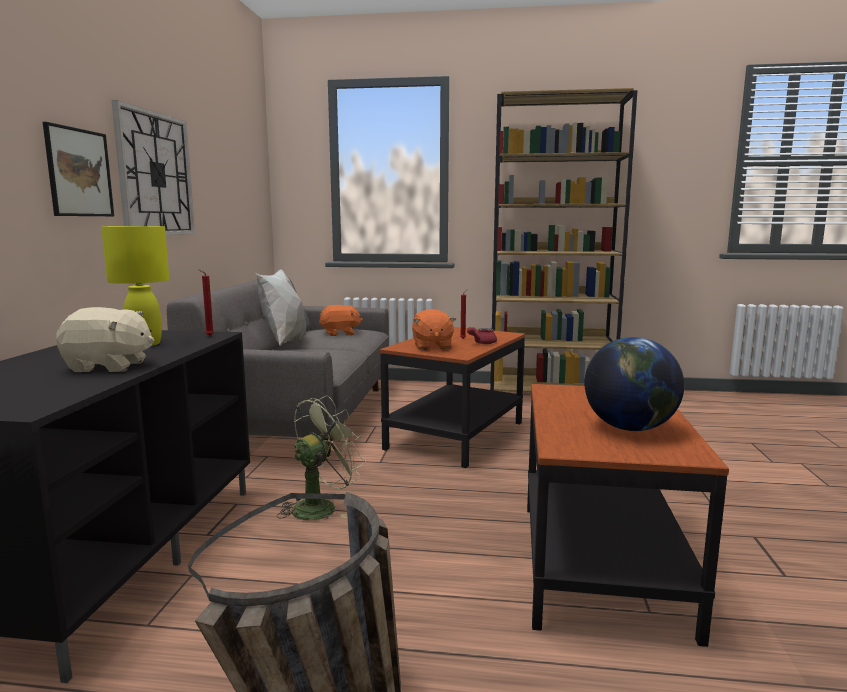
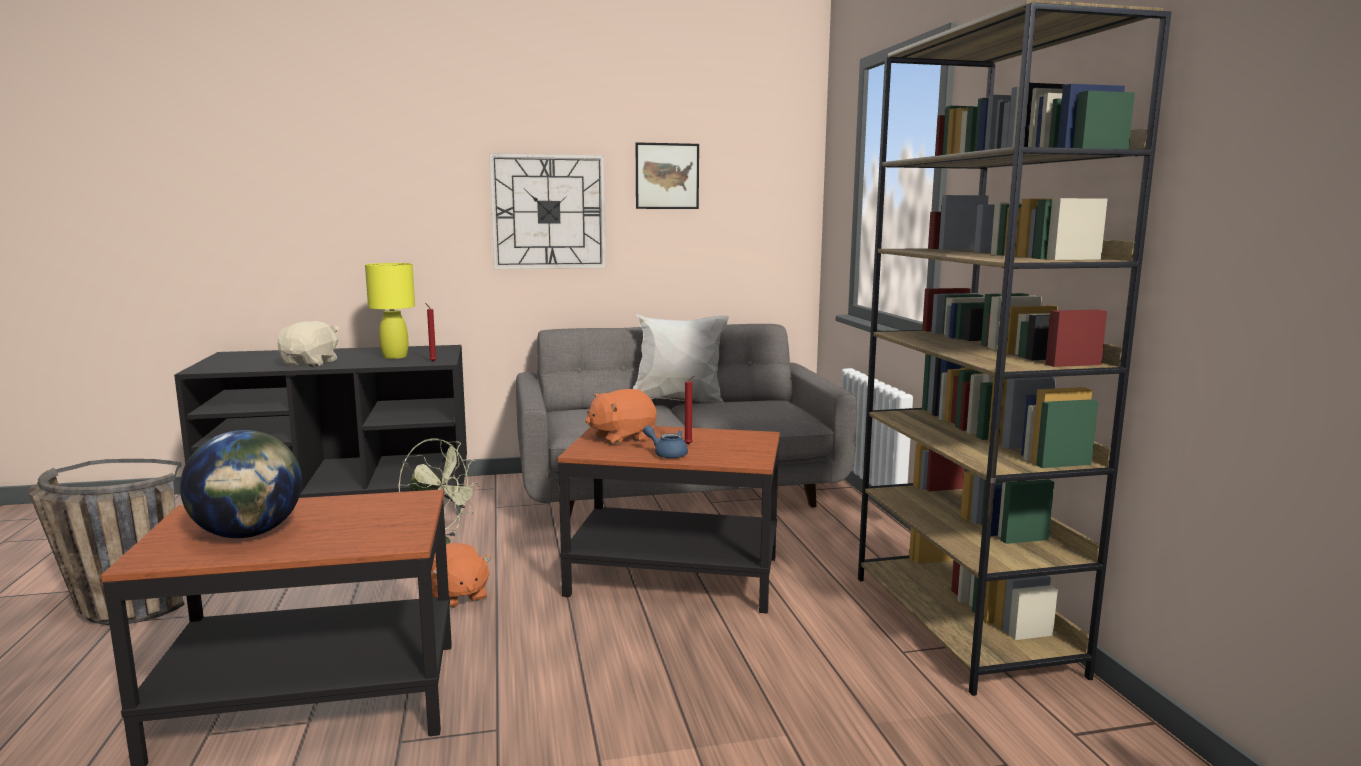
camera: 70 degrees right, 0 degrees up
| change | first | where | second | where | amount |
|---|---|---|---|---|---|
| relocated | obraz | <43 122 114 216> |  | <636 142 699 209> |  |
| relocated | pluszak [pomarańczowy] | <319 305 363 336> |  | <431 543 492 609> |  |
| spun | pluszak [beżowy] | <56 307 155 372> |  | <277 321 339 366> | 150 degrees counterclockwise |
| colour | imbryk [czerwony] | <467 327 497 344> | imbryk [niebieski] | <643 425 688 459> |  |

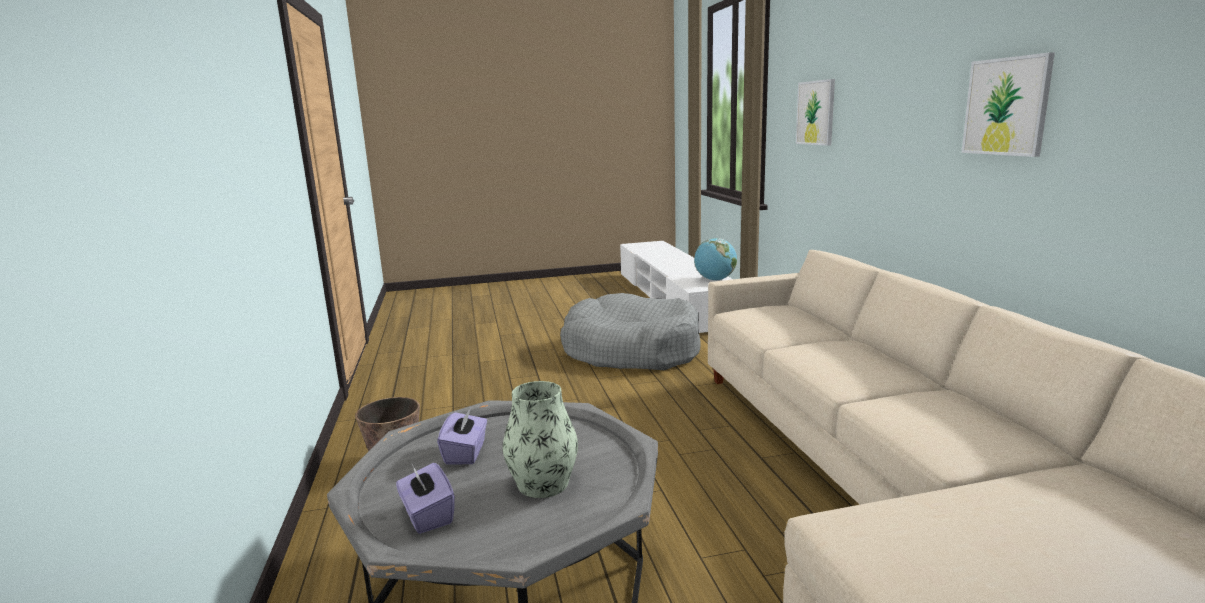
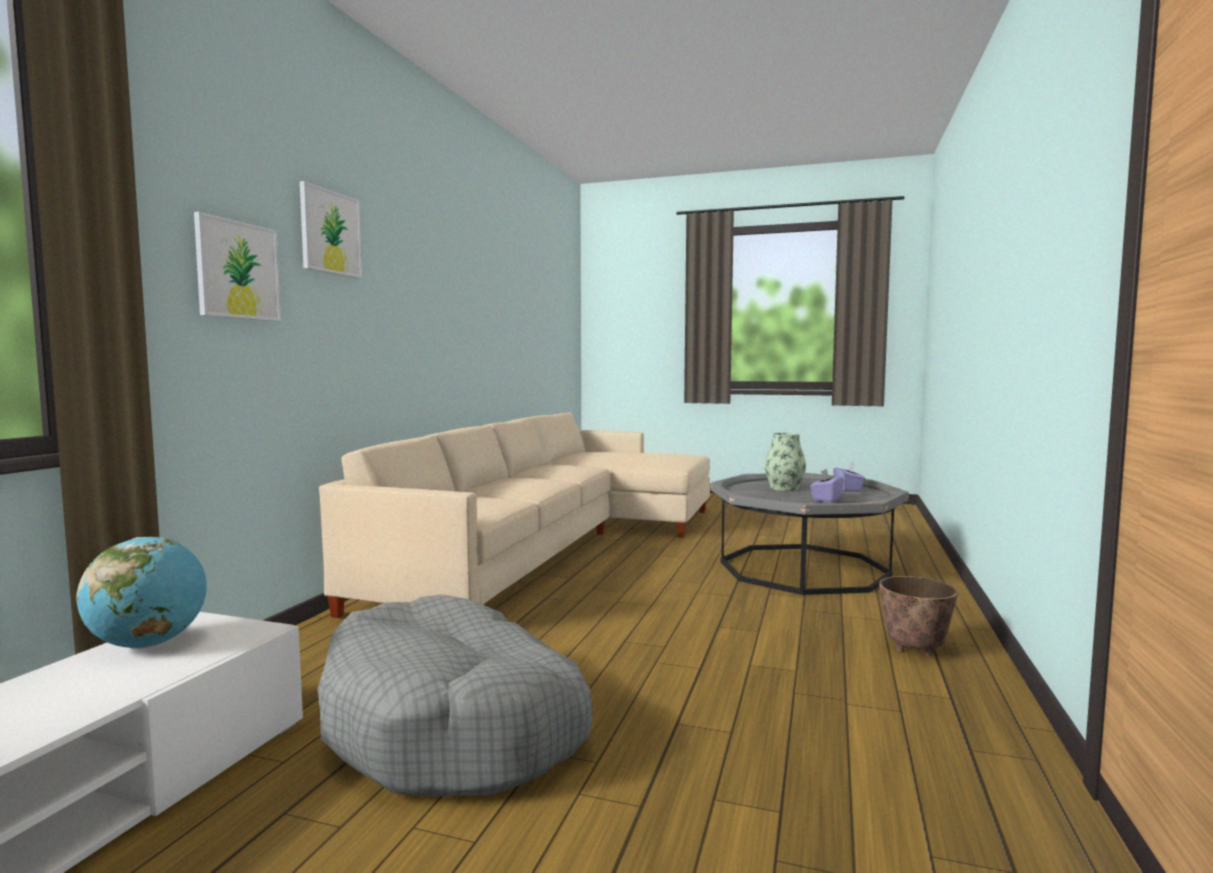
camera: 150 degrees left, 10 degrees down
| change | first | where | second | where | amount |
|---|---|---|---|---|---|
| relocated | obraz | <962 52 1055 157> |  | <300 181 362 278> |  |

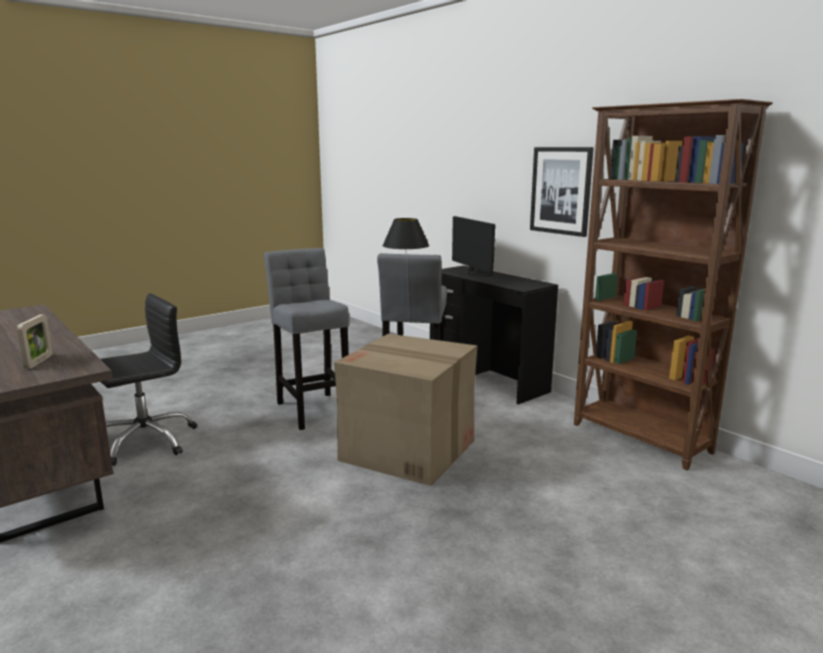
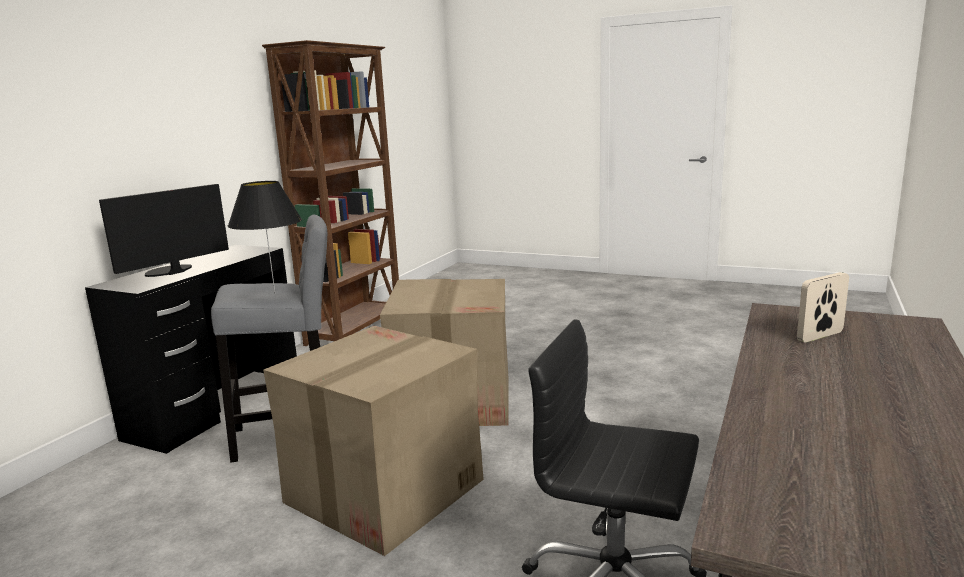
camera: 115 degrees left, 0 degrees up
| change | first | where | second | where | amount |
|---|---|---|---|---|---|
| missing | obraz | <530 147 594 237> |  |  |  |
| exchanged | stołek [szary] | <264 248 349 430> | karton | <263 326 484 556> |  |

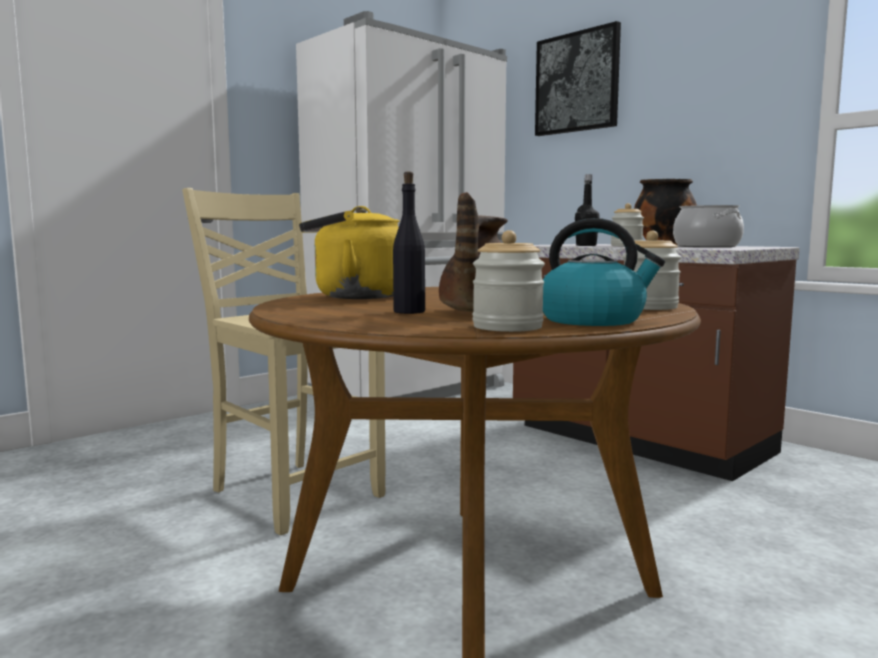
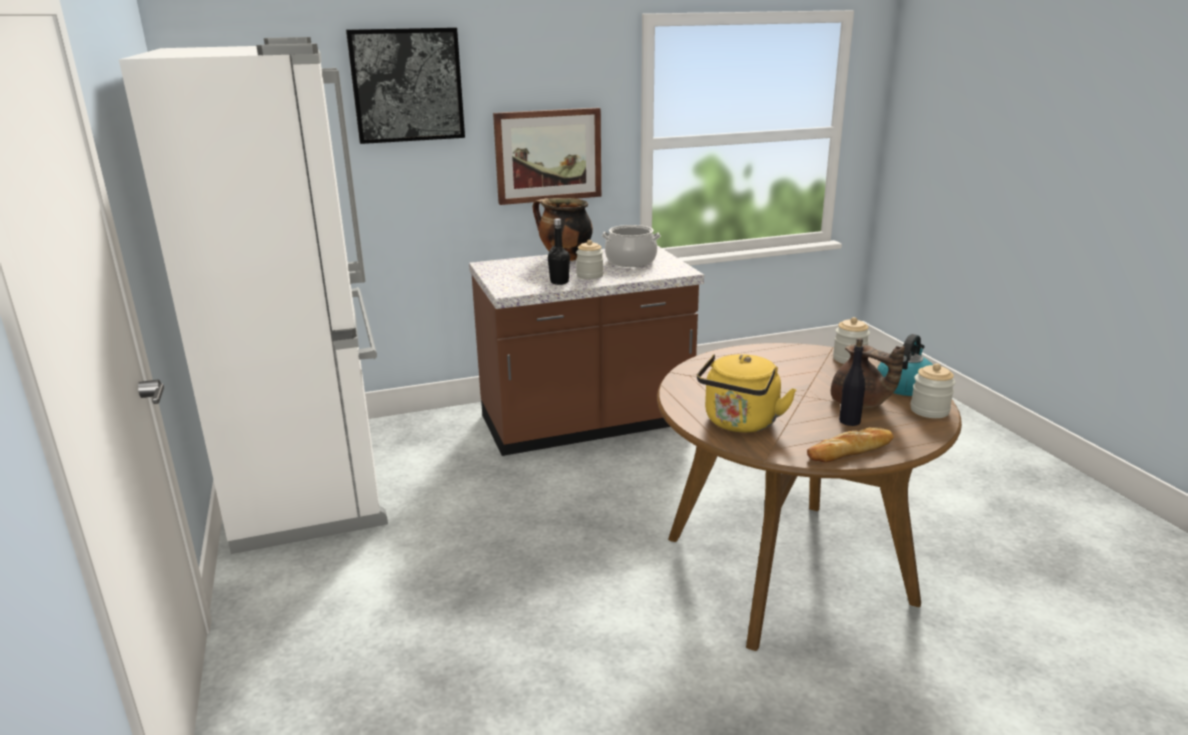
camera: 65 degrees left, 15 degrees up
| change | first | where | second | where | amount |
|---|---|---|---|---|---|
| missing | krzesło [beżowy] | <182 188 386 535> |  |  |  |
| appeared |  |  | obraz | <493 108 601 205> |  |
| appeared |  |  | chleb | <807 428 894 462> |  |

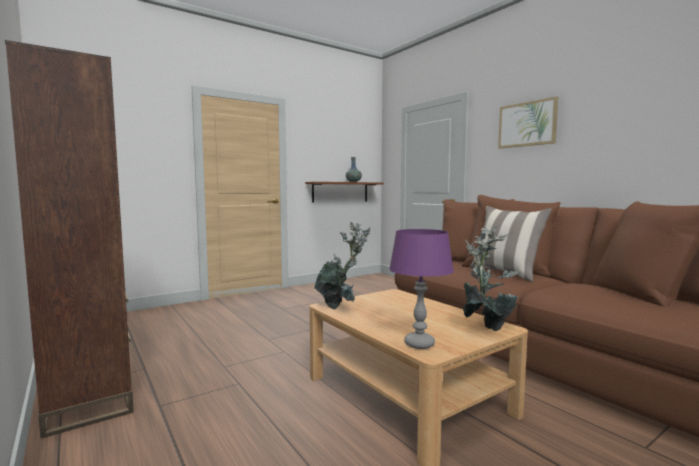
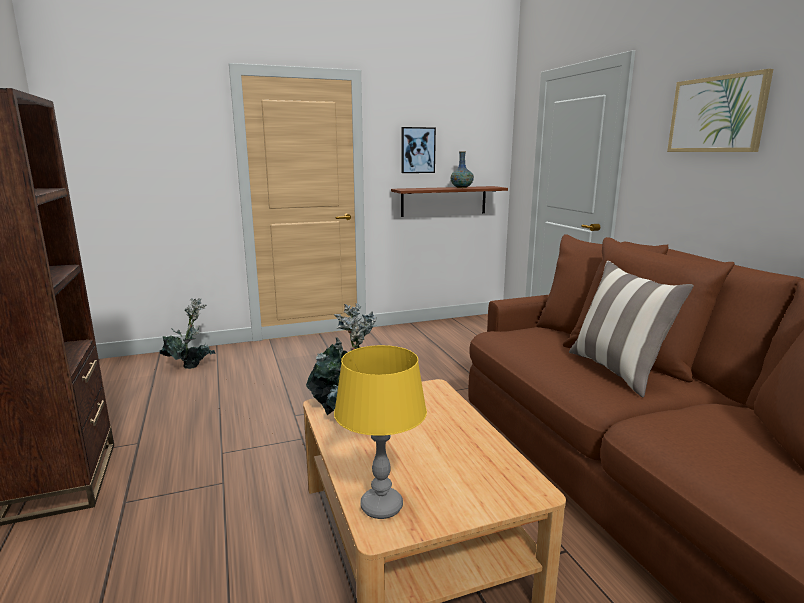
camera: 15 degrees right, 10 degrees up
| change | first | where | second | where | amount |
|---|---|---|---|---|---|
| relocated | roślina doniczkowa | <463 226 518 331> |  | <160 298 216 369> |  |
| colour | lampa stołowa [fioletowy] | <389 229 454 349> | lampa stołowa [żółty] | <334 345 427 519> |  |
| appeared |  |  | obraz | <402 127 436 173> |  |

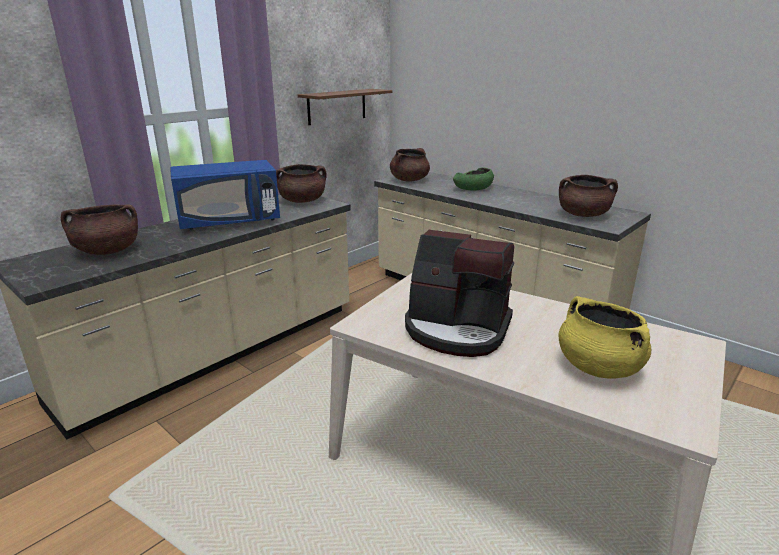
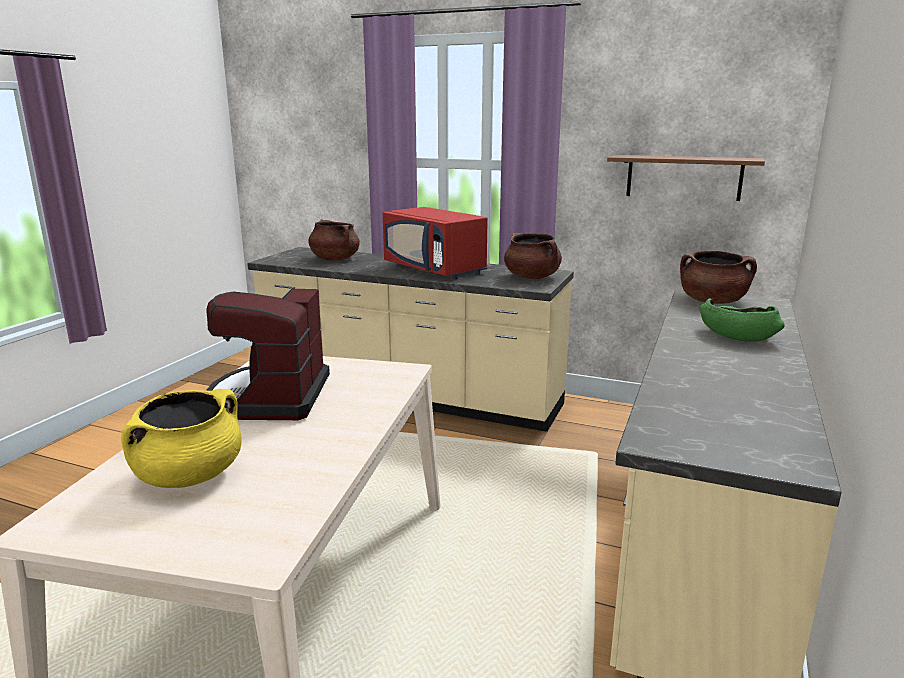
camera: 70 degrees right, 5 degrees down
| change | first | where | second | where | amount |
|---|---|---|---|---|---|
| colour | mikrofalówka [niebieski] | <170 160 280 230> | mikrofalówka [czerwony] | <383 207 488 279> |  |
| missing | garnek [brązowy] | <559 175 618 217> |  |  |  |

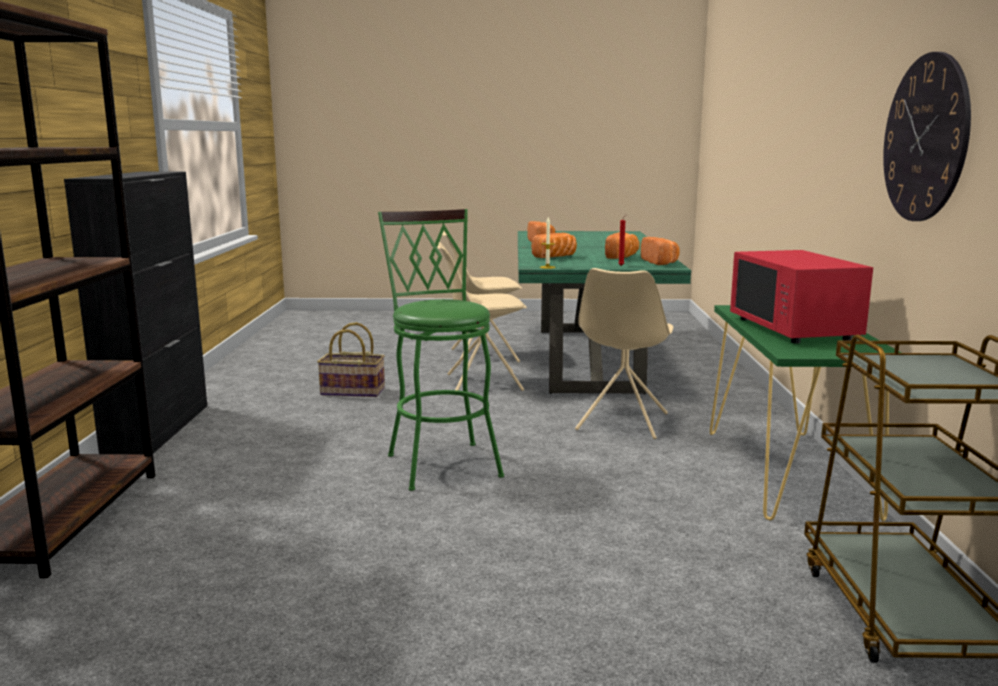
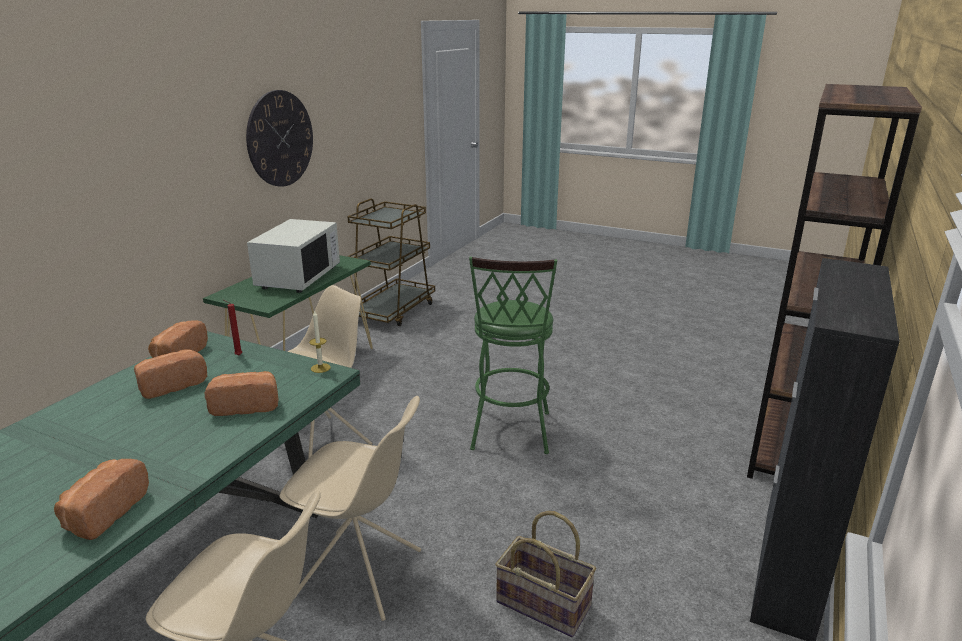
camera: 155 degrees left, 10 degrees up
| change | first | where | second | where | amount |
|---|---|---|---|---|---|
| colour | mikrofalówka [czerwony] | <730 250 873 344> | mikrofalówka [biały] | <247 219 340 293> |  |

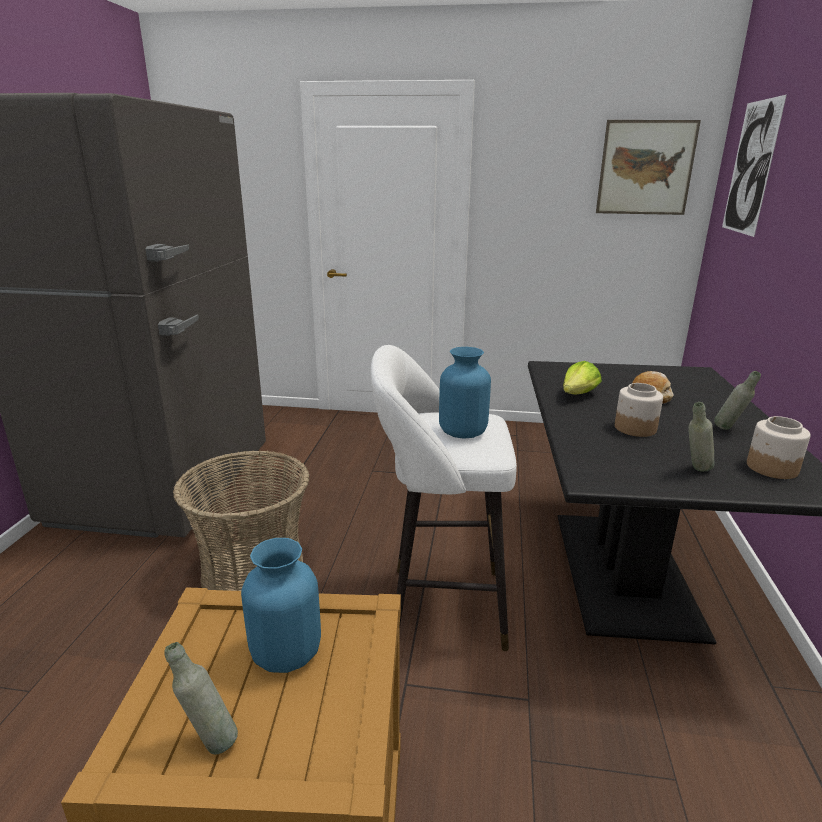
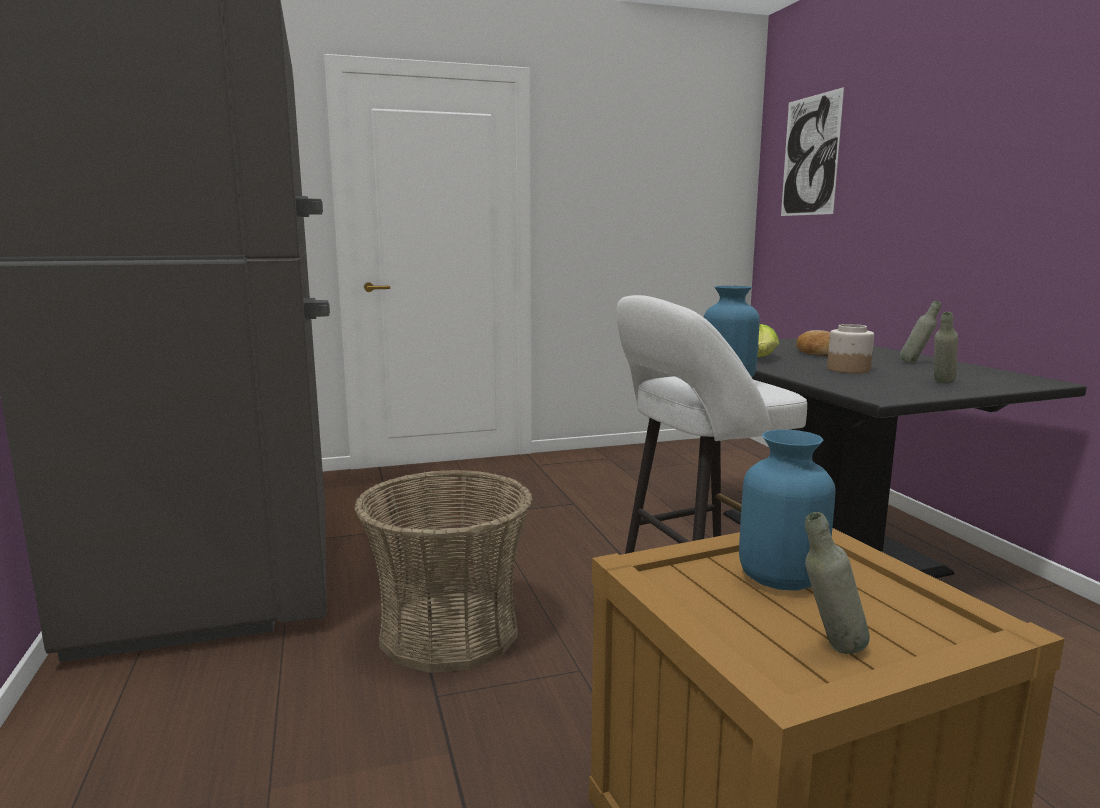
camera: 25 degrees left, 10 degrees down
| change | first | where | second | where | amount |
|---|---|---|---|---|---|
| missing | obraz | <596 120 701 215> |  |  |  |
| missing | słoik | <747 416 810 479> |  |  |  |

